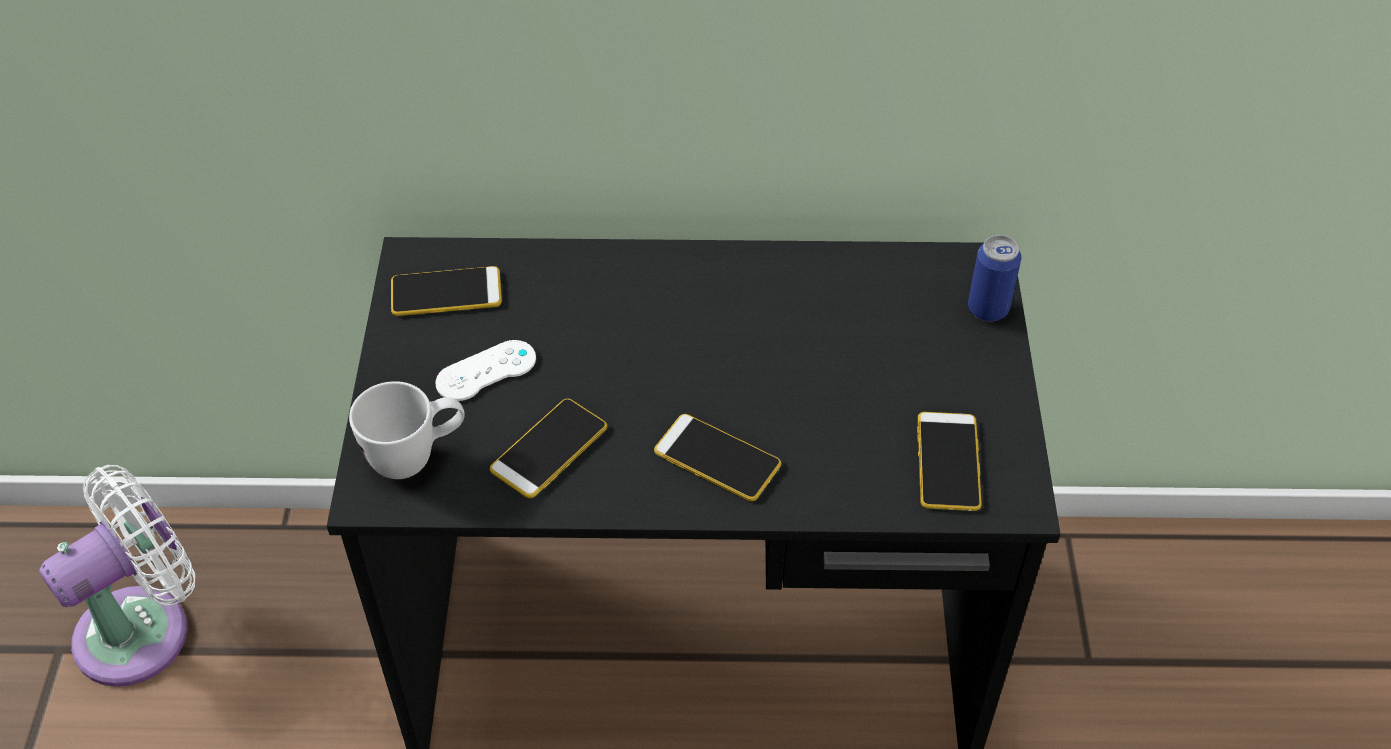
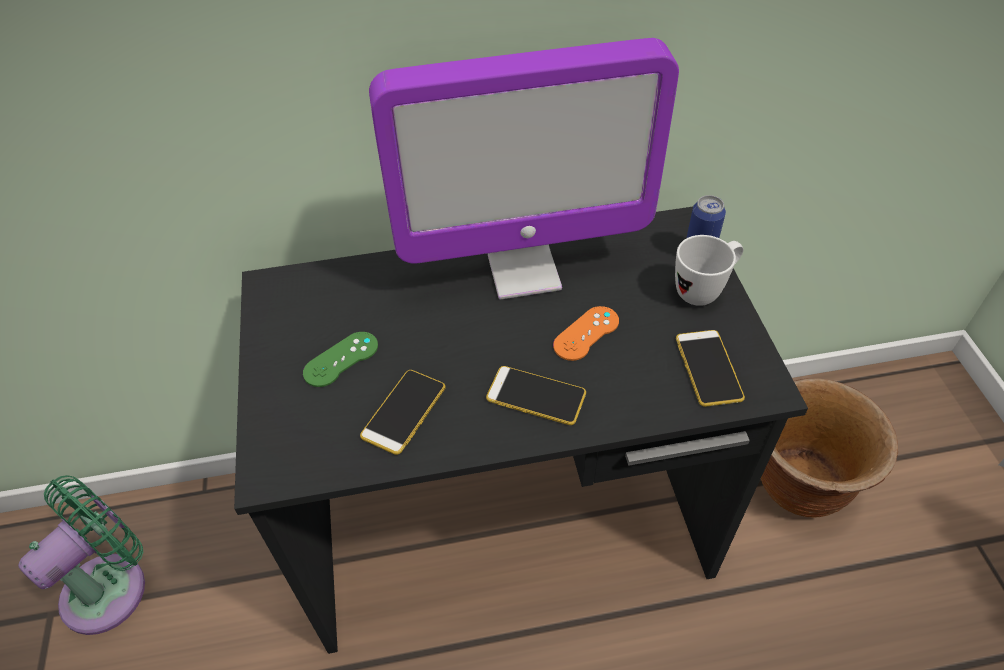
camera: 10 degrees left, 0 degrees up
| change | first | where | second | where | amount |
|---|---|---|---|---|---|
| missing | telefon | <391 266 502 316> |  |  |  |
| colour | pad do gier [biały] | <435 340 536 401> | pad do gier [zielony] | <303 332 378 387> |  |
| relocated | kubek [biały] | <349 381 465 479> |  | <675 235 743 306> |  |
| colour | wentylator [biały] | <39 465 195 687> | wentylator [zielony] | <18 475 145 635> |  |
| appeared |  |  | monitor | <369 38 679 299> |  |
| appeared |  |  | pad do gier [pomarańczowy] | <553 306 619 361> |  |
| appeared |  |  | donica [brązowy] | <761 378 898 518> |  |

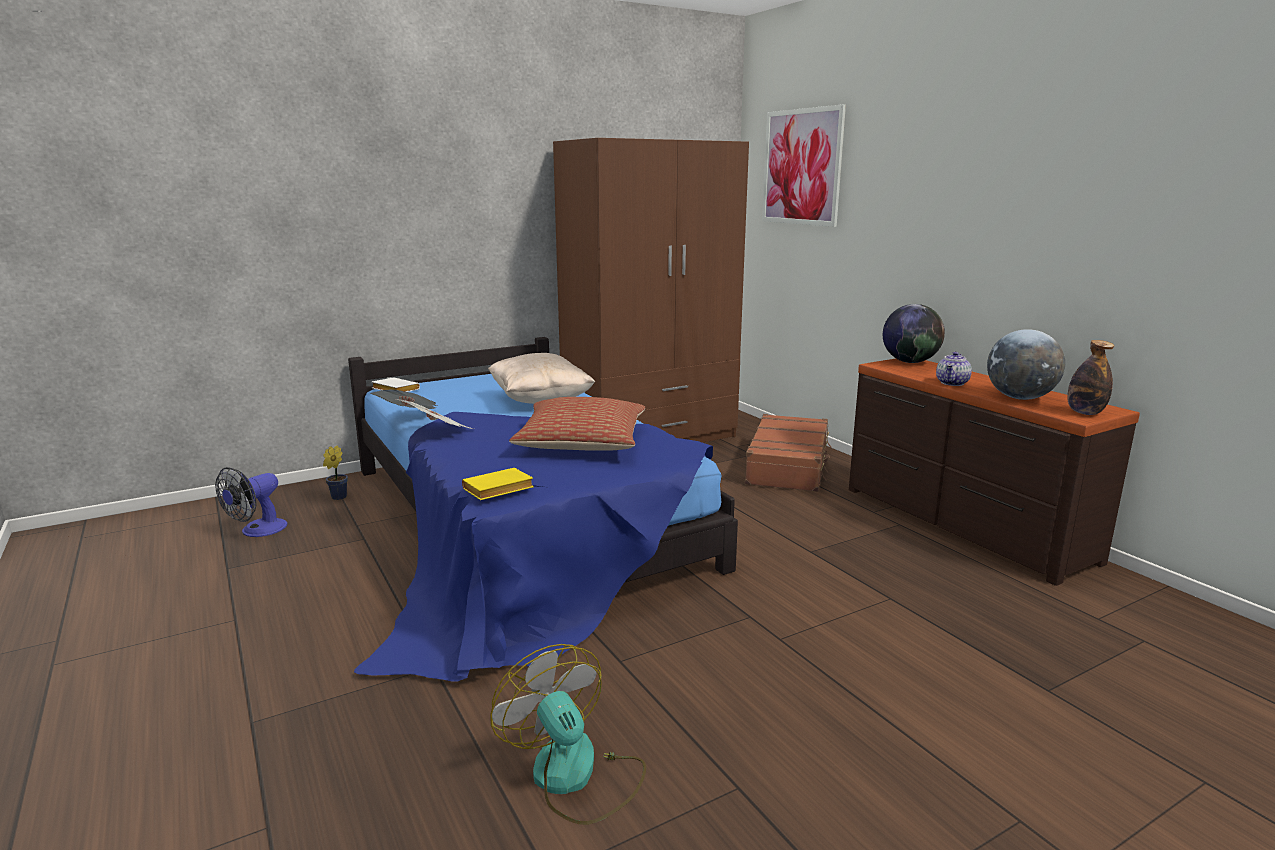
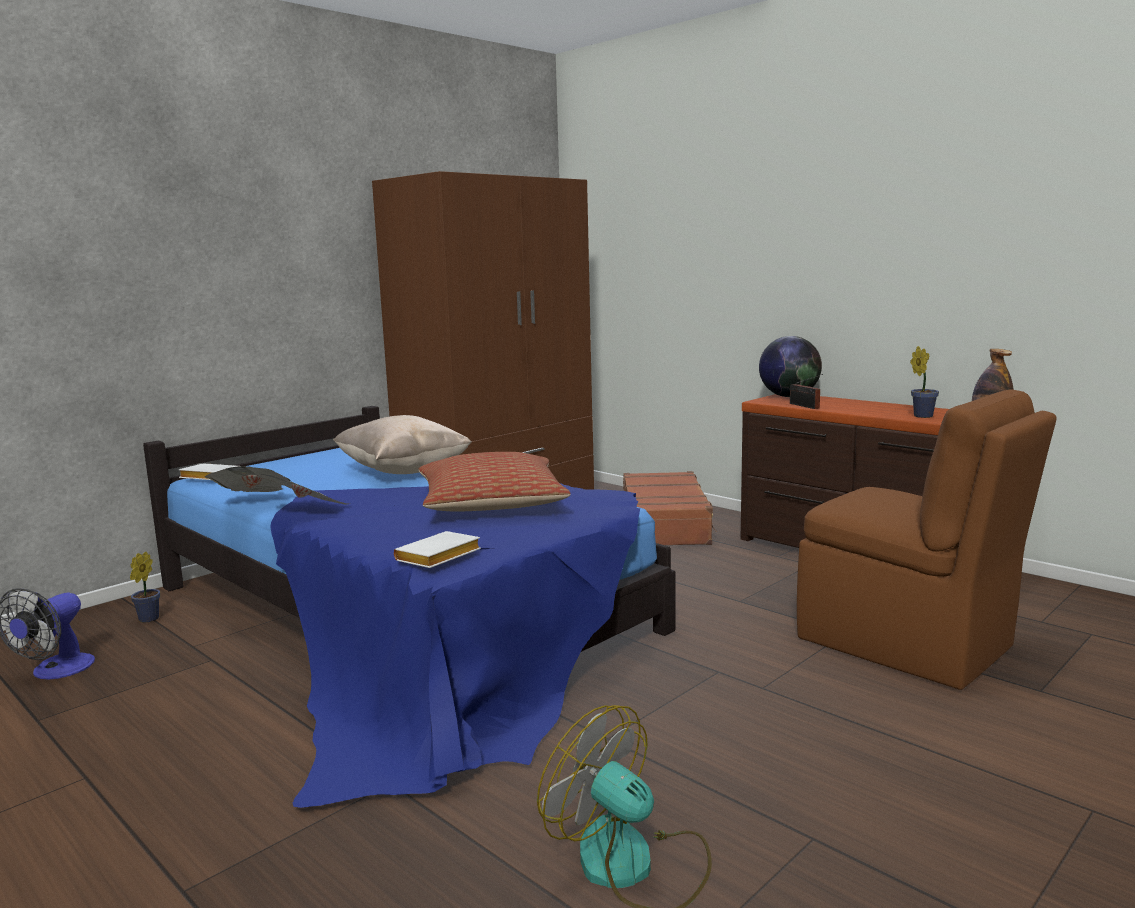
camera: 15 degrees left, 5 degrees down
| change | first | where | second | where | amount |
|---|---|---|---|---|---|
| missing | obraz | <762 104 846 227> |  |  |  |
| exchanged | globus | <987 329 1065 400> | roślina doniczkowa | <910 346 939 418> |  |
| missing | imbryk | <936 352 972 386> |  |  |  |
| colour | książka [żółty] | <462 468 534 500> | książka [biały] | <394 531 481 568> |  |
| appeared |  |  | radio | <790 374 823 409> |  |
| appeared |  |  | krzesło [brązowy] | <797 389 1057 690> |  |

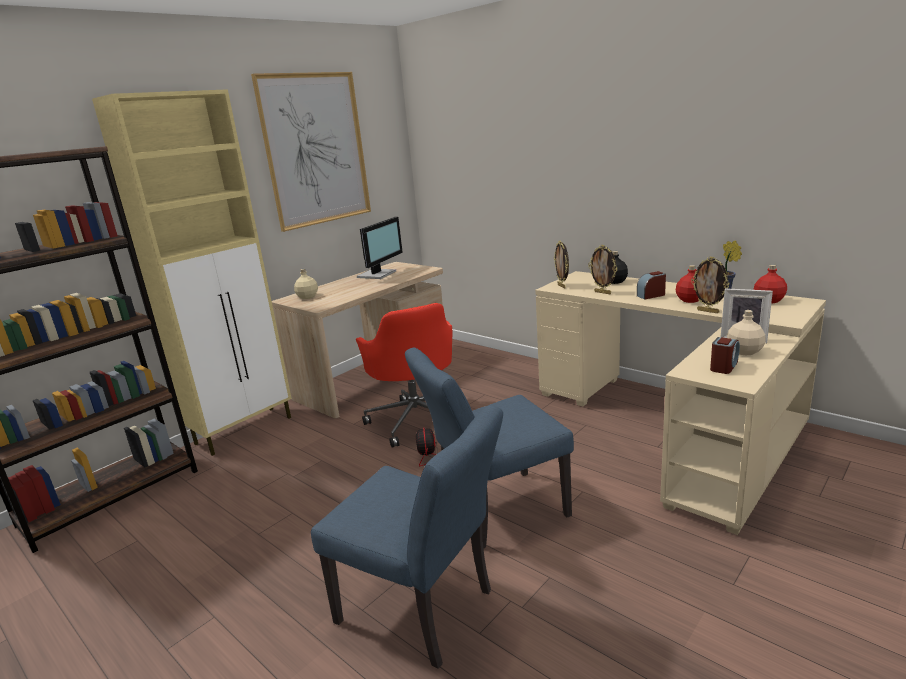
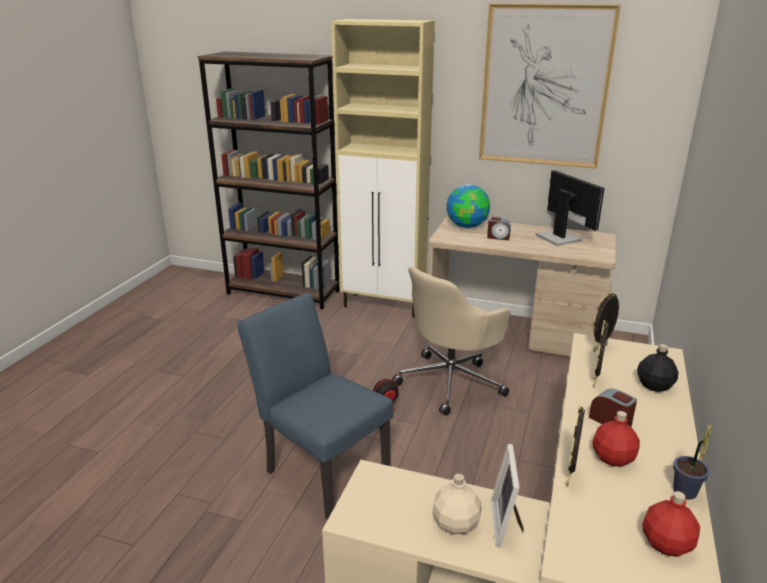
camera: 65 degrees right, 5 degrees up
| change | first | where | second | where | amount |
|---|---|---|---|---|---|
| spun | monitor | <357 217 403 279> |  | <536 170 605 246> | 120 degrees counterclockwise |
| exchanged | butelka [beżowy] | <294 269 318 299> | globus | <447 184 490 228> |  |
| colour | krzesło biurowe [czerwony] | <356 303 452 447> | krzesło biurowe [beżowy] | <392 267 510 416> |  |
| relocated | budzik | <710 337 740 374> |  | <487 217 511 240> |  |
| missing | krzesło [niebieski] | <311 405 503 669> |  |  |  |

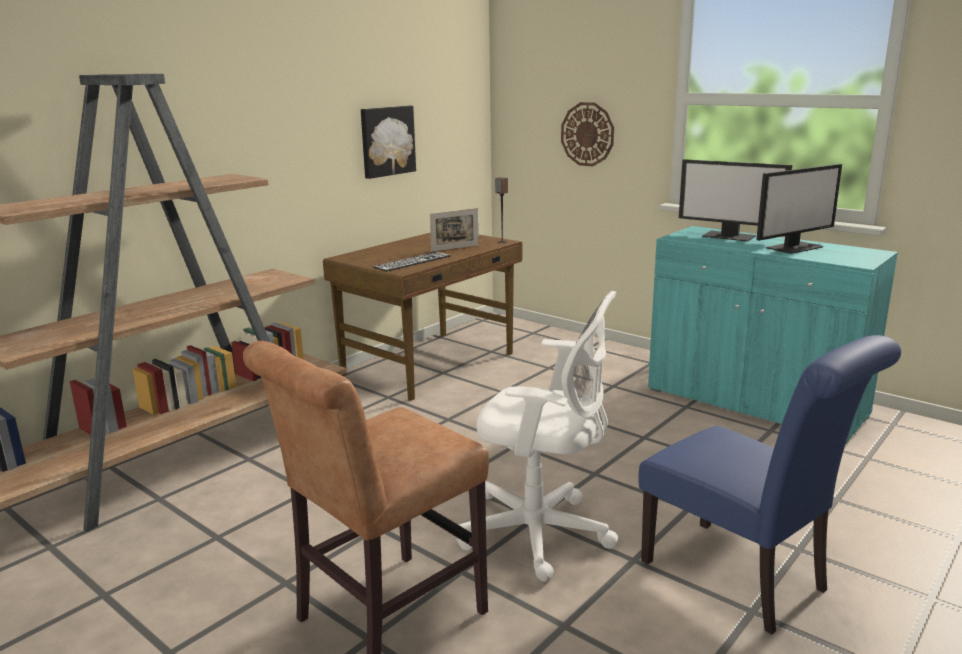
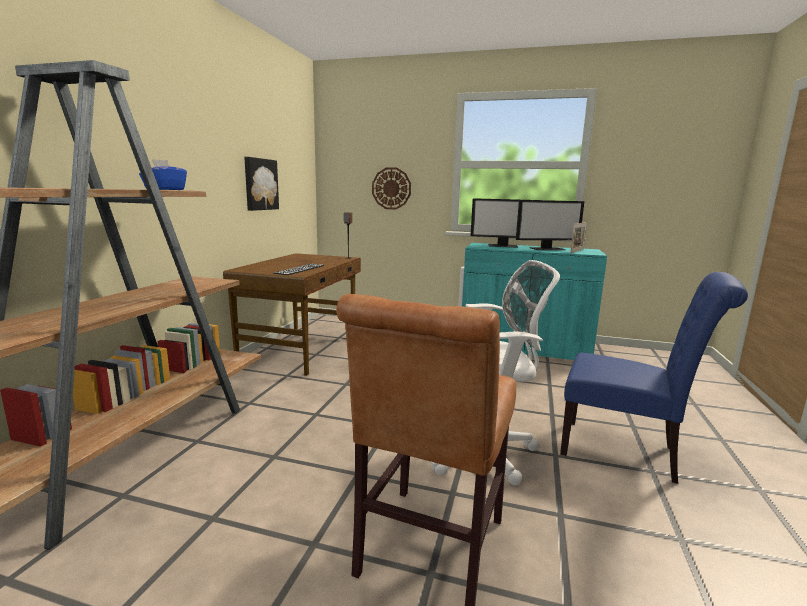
camera: 25 degrees left, 5 degrees down
| change | first | where | second | where | amount |
|---|---|---|---|---|---|
| spun | monitor | <756 164 842 254> |  | <516 200 584 250> | 45 degrees clockwise |
| relocated | ramka na zdjęcie | <430 208 479 252> |  | <570 222 587 253> |  |
| appeared |  |  | pudełko chusteczek [niebieski] | <139 159 187 190> |  |

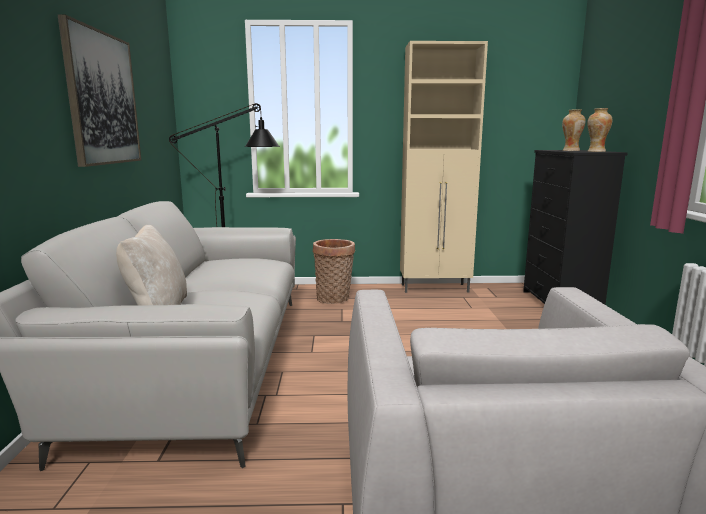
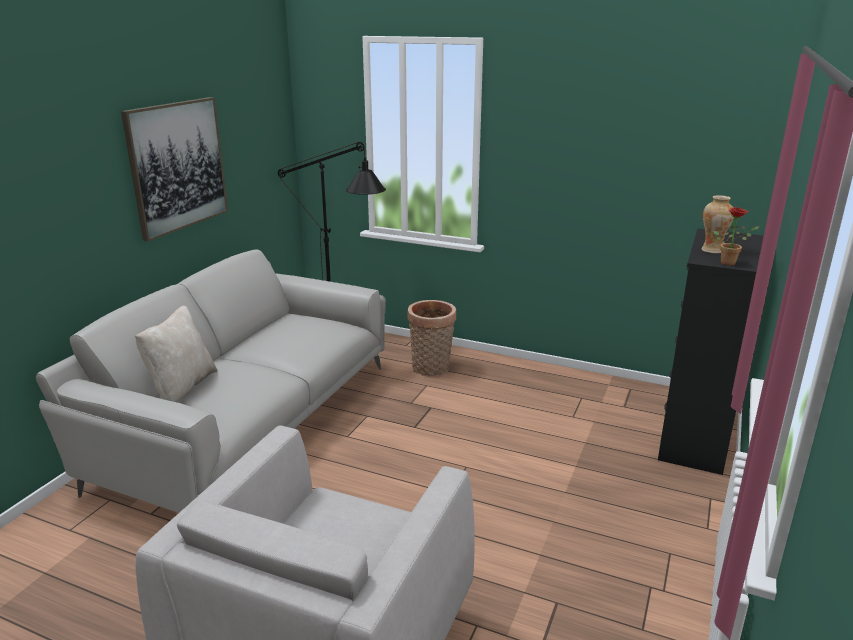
camera: 25 degrees right, 10 degrees up
| change | first | where | second | where | amount |
|---|---|---|---|---|---|
| missing | szafka [beżowy] | <400 41 488 293> |  |  |  |
| exchanged | wazon | <587 108 613 152> | roślina doniczkowa | <713 207 759 265> |  |

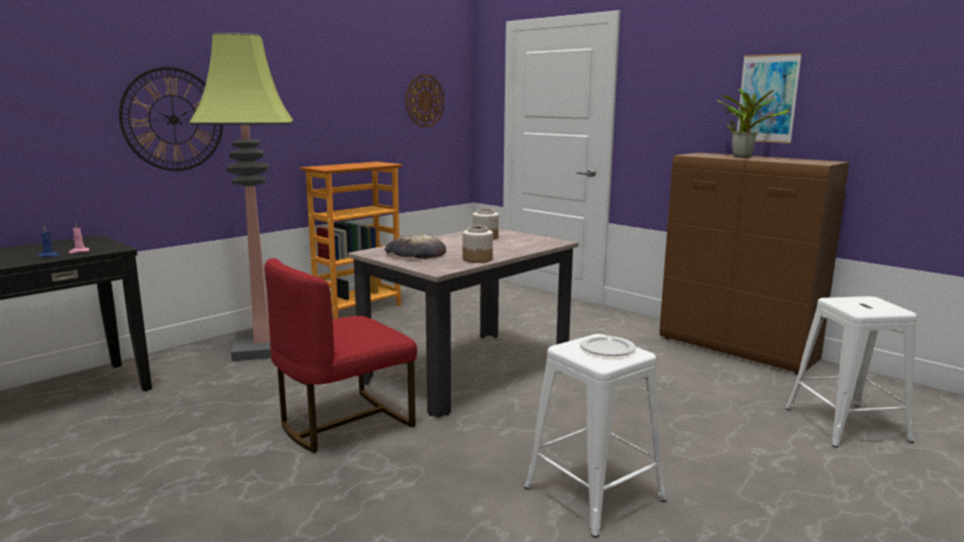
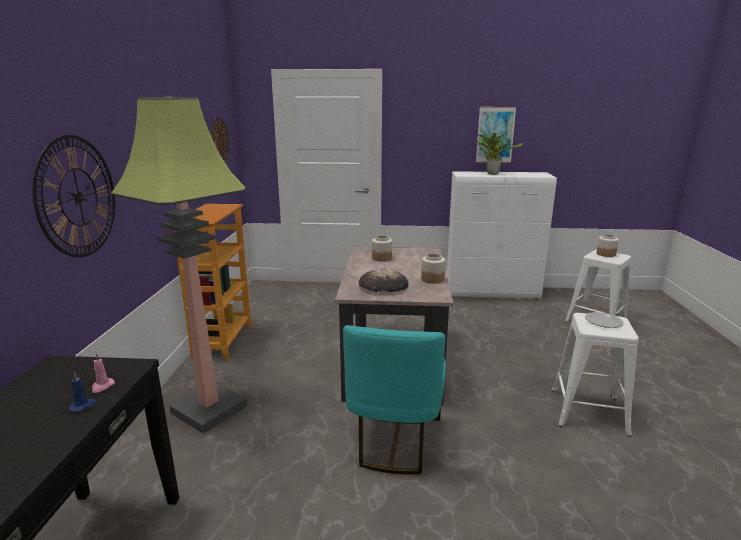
camera: 40 degrees left, 5 degrees up
| change | first | where | second | where | amount |
|---|---|---|---|---|---|
| colour | szafka [brązowy] | <660 153 849 375> | szafka [biały] | <447 171 557 300> |  |
| colour | krzesło [czerwony] | <265 258 417 453> | krzesło [turkusowy] | <343 325 446 475> |  |
| appeared |  |  | słoik | <596 234 619 257> |  |

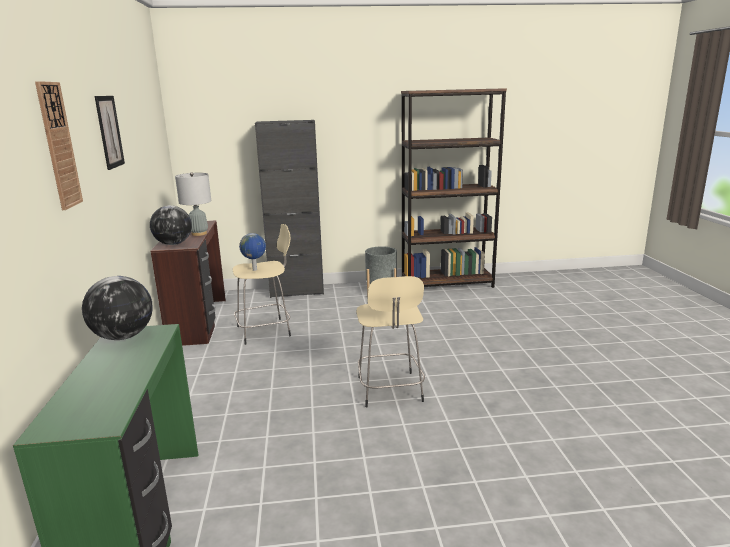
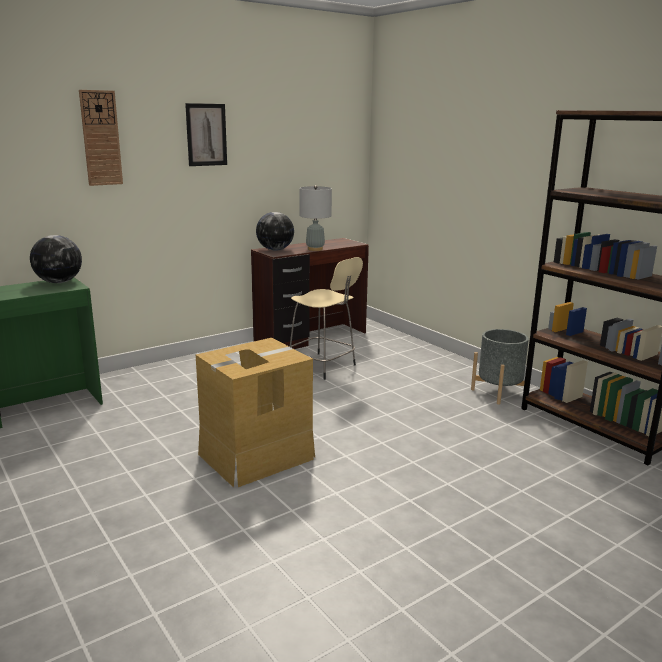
camera: 60 degrees right, 0 degrees up
| change | first | where | second | where | amount |
|---|---|---|---|---|---|
| missing | szafka [czarny] | <255 120 324 298> |  |  |  |
| missing | globus | <239 233 266 271> |  |  |  |
| exchanged | stołek [beżowy] | <356 276 425 407> | karton | <196 338 315 488> |  |

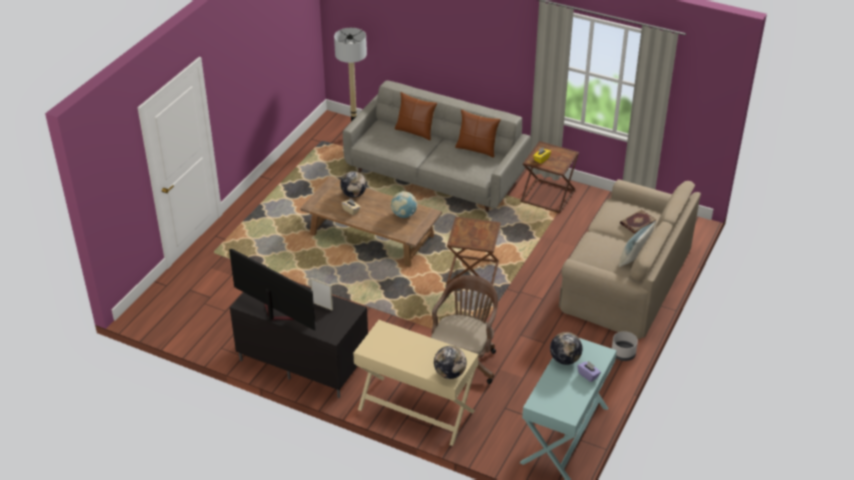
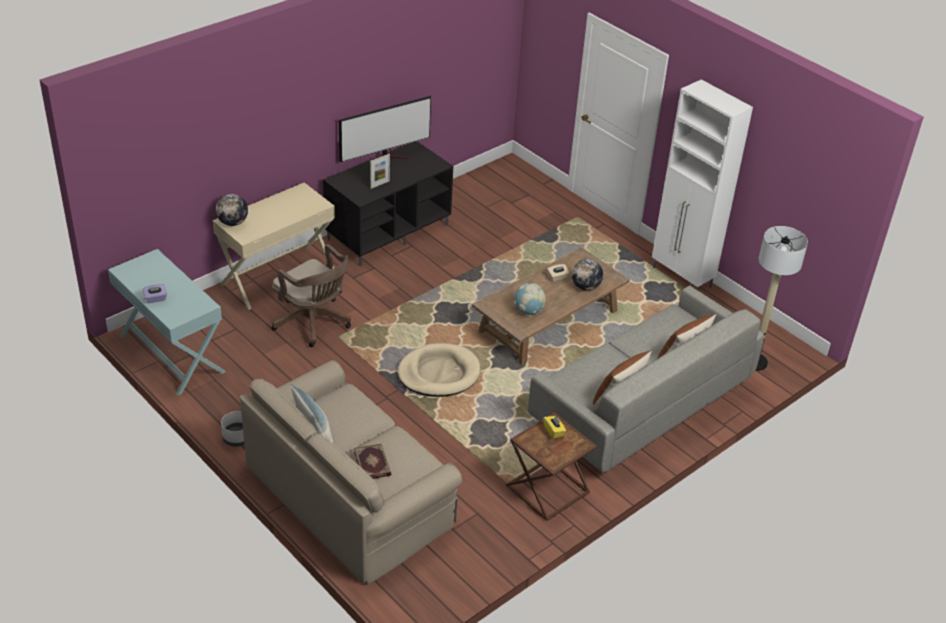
camera: 110 degrees right, 0 degrees up
| change | first | where | second | where | amount |
|---|---|---|---|---|---|
| exchanged | stolik [brązowy] | <446 217 501 285> | legowisko [beżowy] | <398 343 481 397> |  |
| missing | globus | <550 332 583 365> |  |  |  |
| appeared |  |  | szafka [biały] | <652 79 753 290> |  |

